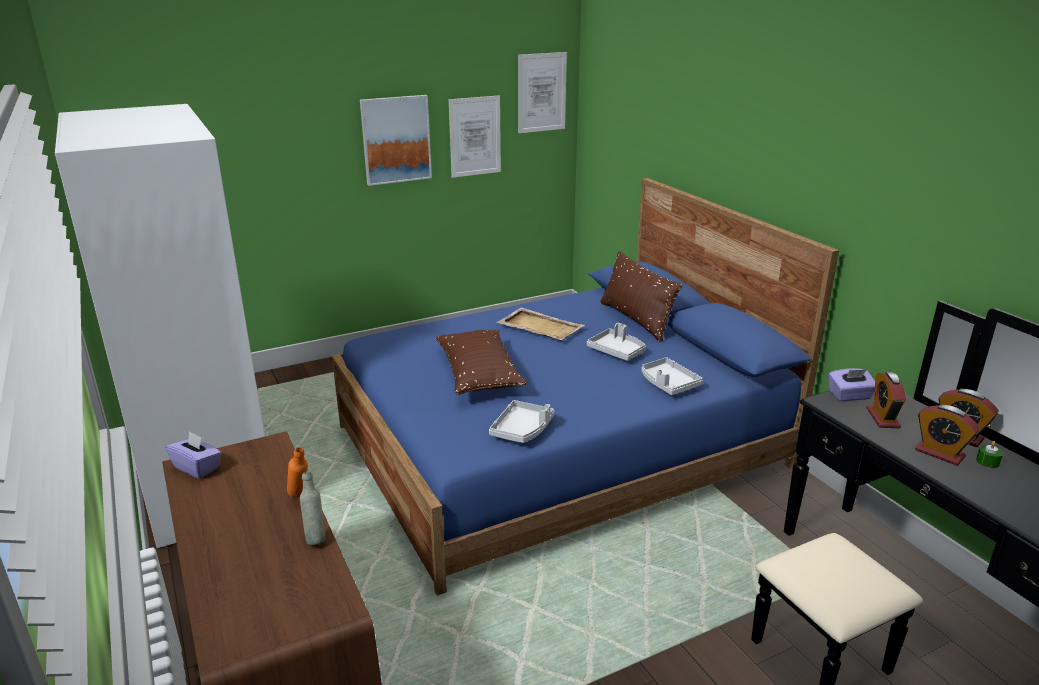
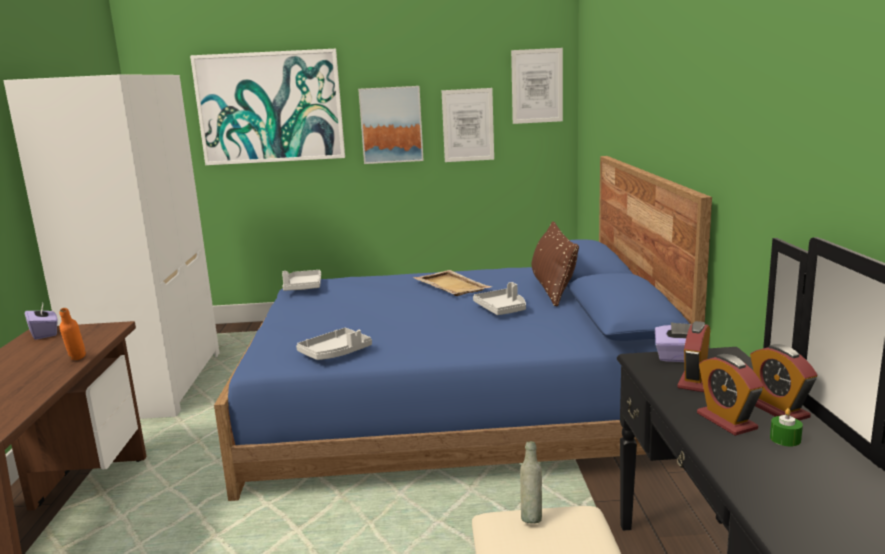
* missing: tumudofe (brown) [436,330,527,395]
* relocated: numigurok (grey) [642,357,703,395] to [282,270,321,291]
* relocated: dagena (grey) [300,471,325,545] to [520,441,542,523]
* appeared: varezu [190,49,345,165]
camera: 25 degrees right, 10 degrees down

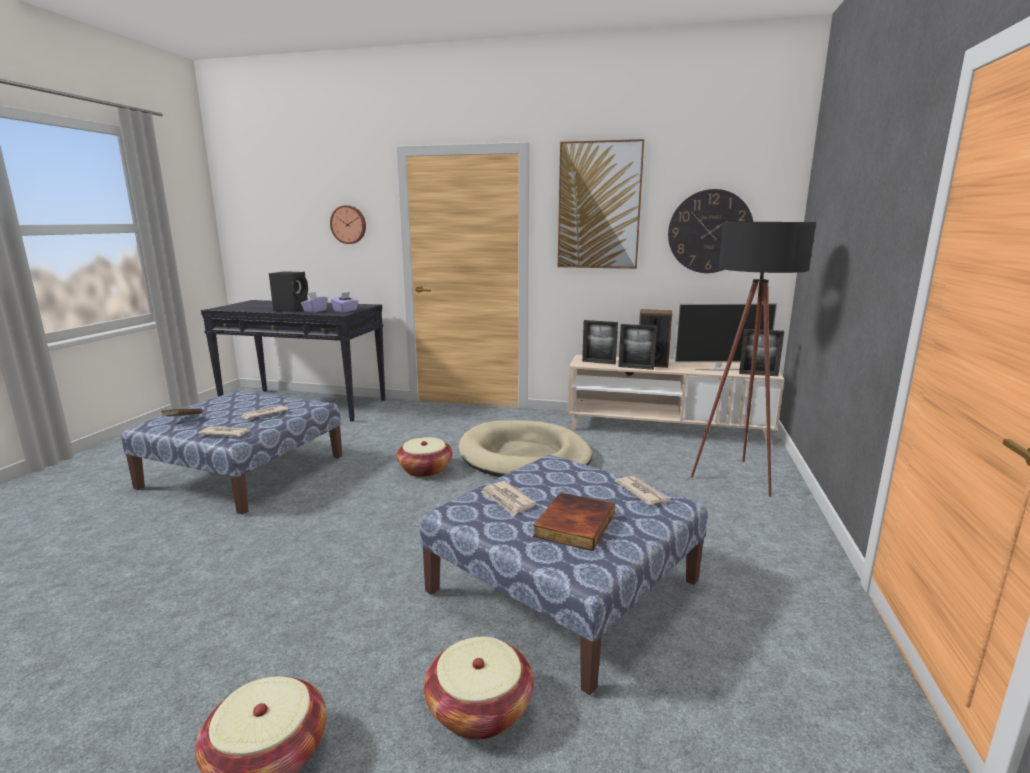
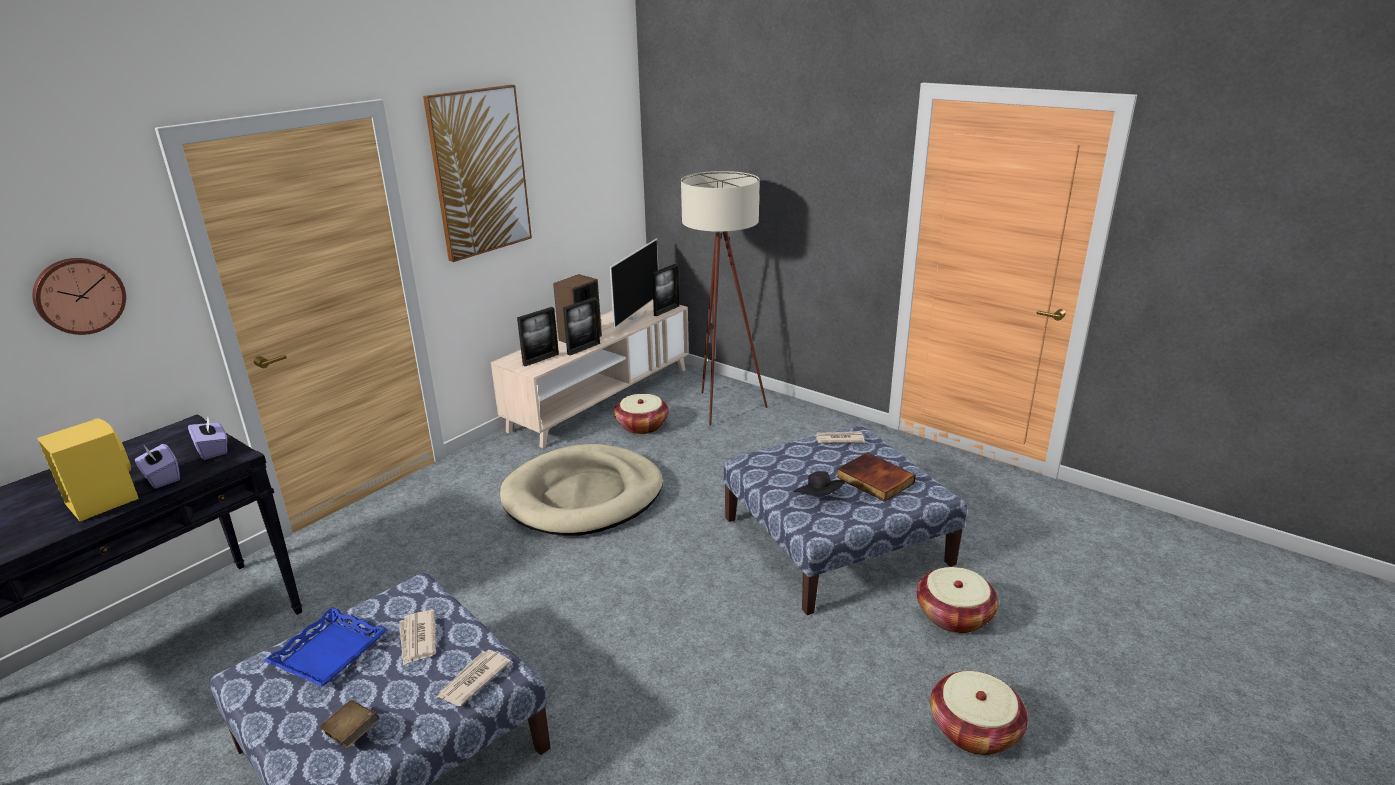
* missing: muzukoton [668,189,753,273]
* colour: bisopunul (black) [691,222,816,497] to bisopunul (beige) [681,171,768,426]
* colour: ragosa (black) [269,271,308,312] to ragosa (yellow) [37,418,139,521]
* relocated: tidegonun [396,437,452,477] to [614,394,669,434]
* exchanged: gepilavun [481,481,536,516] to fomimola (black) [793,471,845,495]
* appeared: numigurok (blue) [263,607,387,687]
camera: 65 degrees left, 10 degrees up

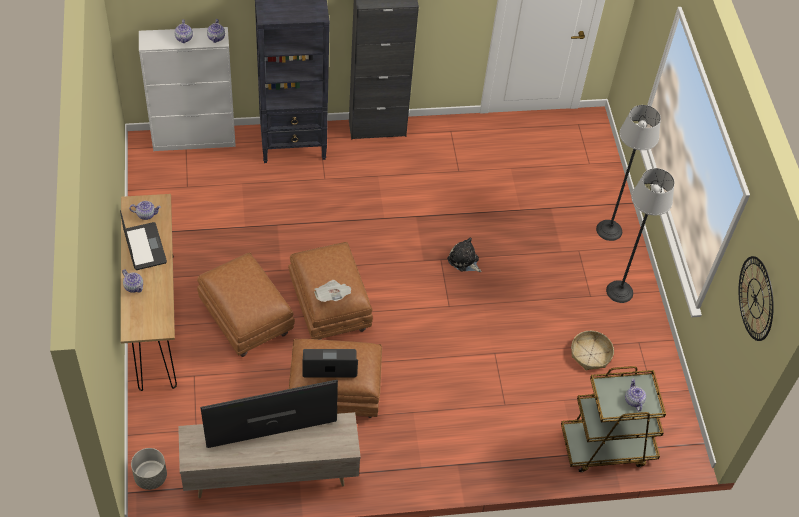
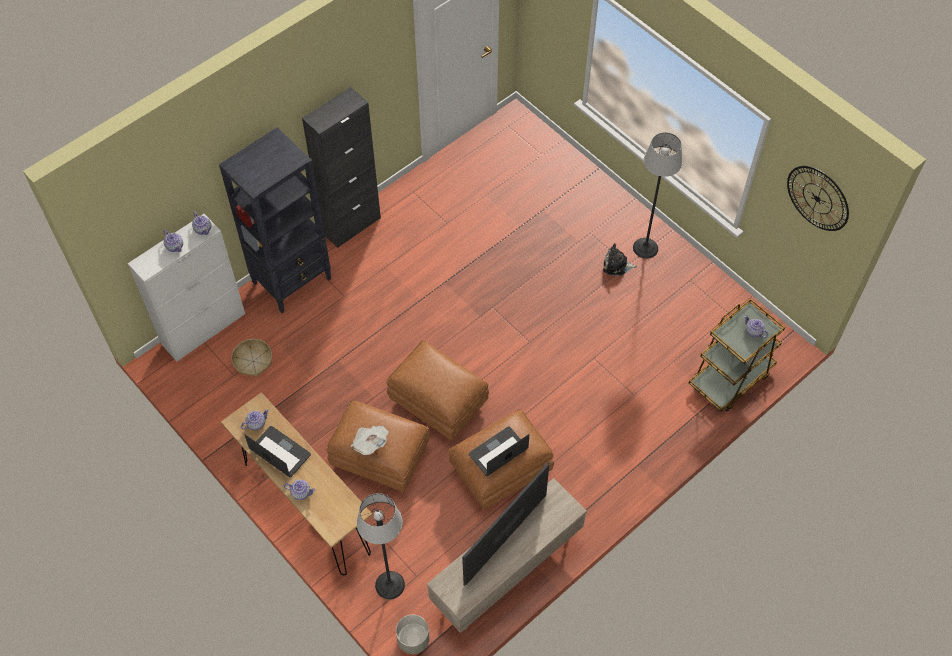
* relocated: bisopunul [596,105,661,241] to [357,493,405,599]
* relocated: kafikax [447,237,482,272] to [603,243,637,276]
* relocated: gepilavun [314,280,351,302] to [351,426,389,455]
* relocated: tidegonun [571,331,614,370] to [231,339,272,377]
camera: 30 degrees left, 5 degrees up

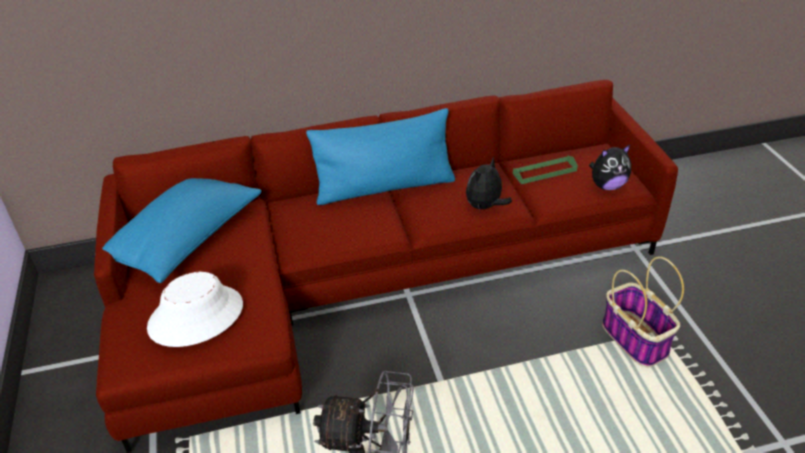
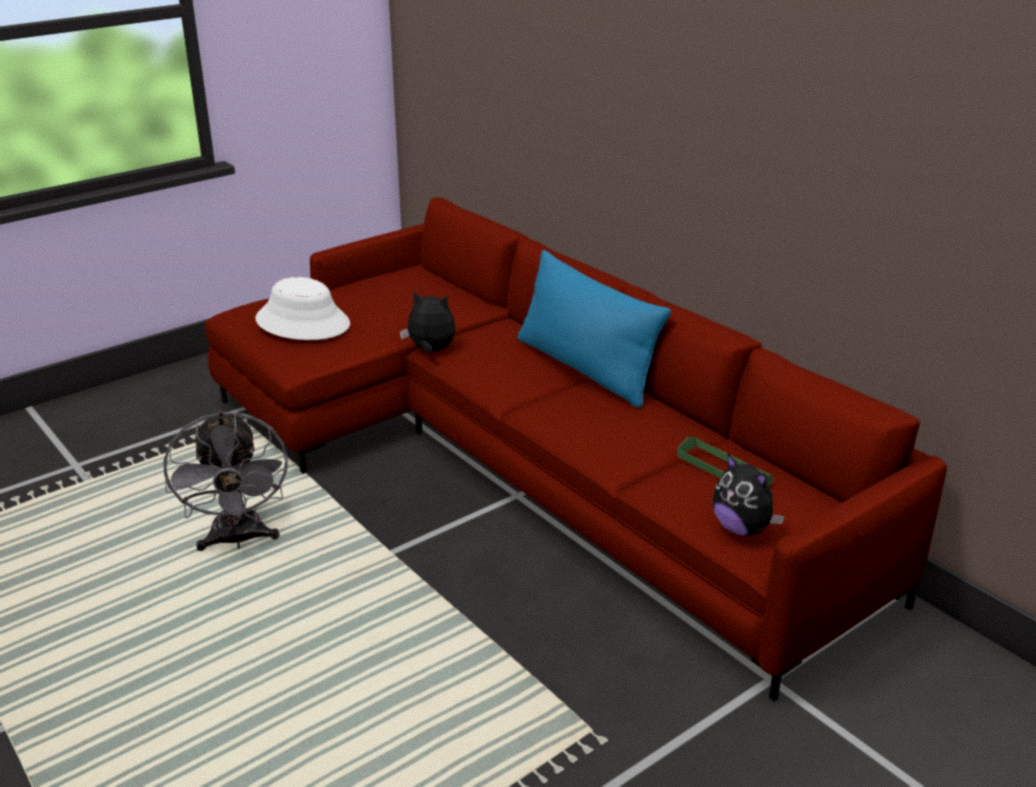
* relocated: kafikax [466,157,512,210] to [399,291,455,353]
* missing: tumudofe (blue) [102,178,262,283]
* missing: tidegonun [602,256,684,367]
camera: 65 degrees right, 10 degrees down

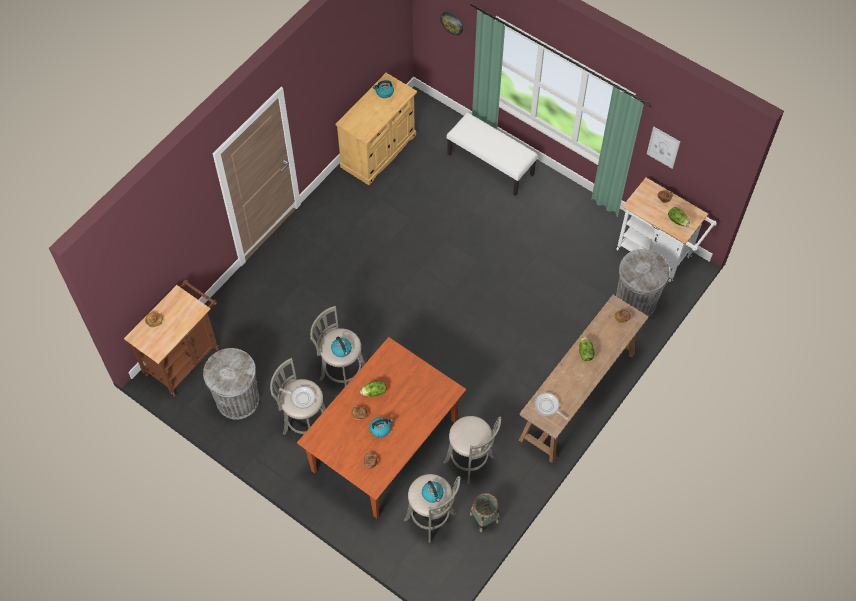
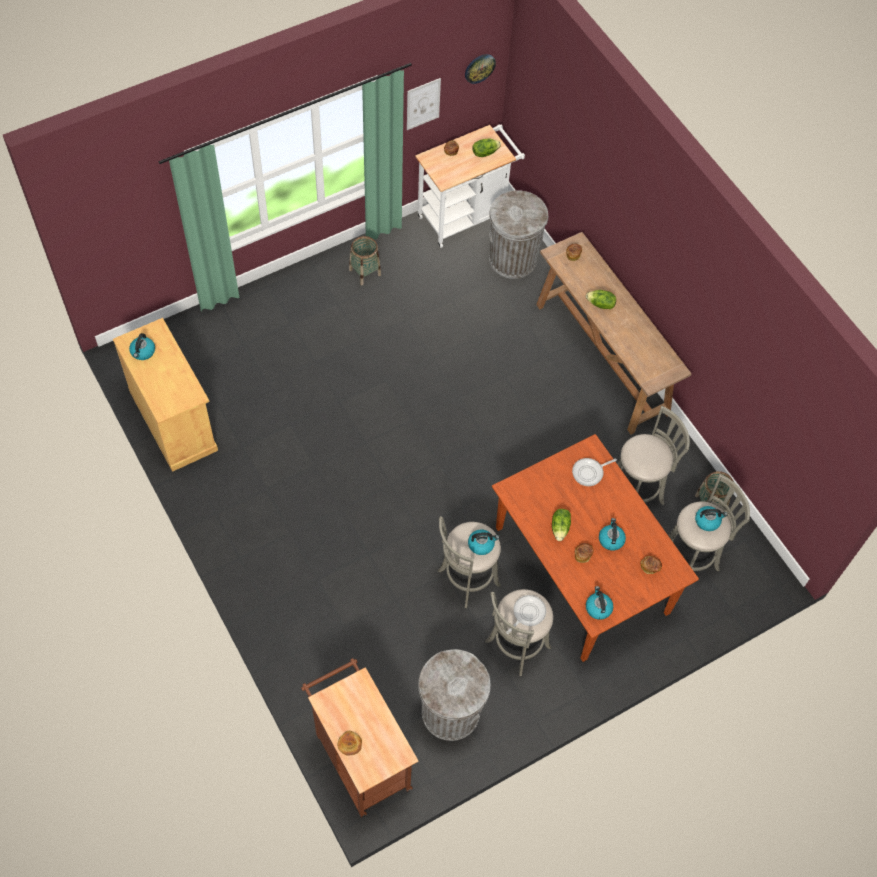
* relocated: muzukoton [440,12,463,35] to [465,54,496,84]
* missing: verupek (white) [446,113,538,196]
* relocated: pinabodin [534,392,568,420] to [572,458,617,486]
* appeared: tidegonun [349,236,381,285]
* appeared: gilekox [586,586,613,620]
camera: 70 degrees left, 0 degrees up

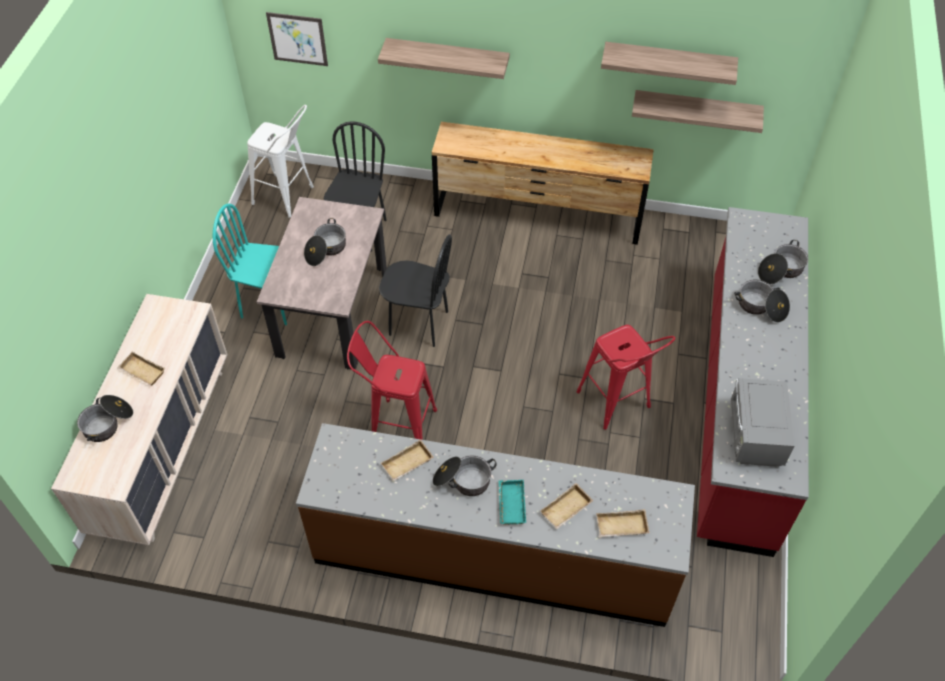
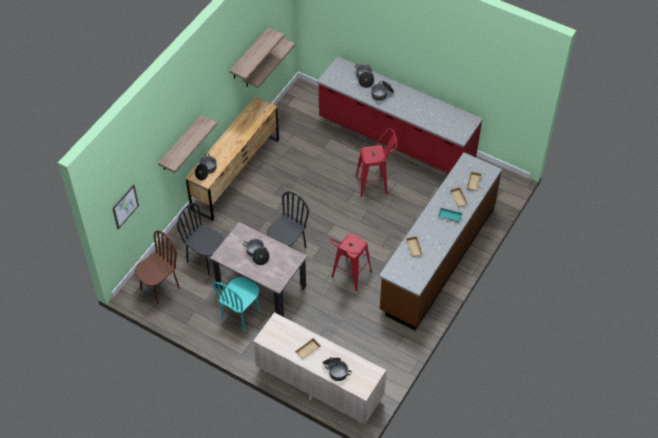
* exchanged: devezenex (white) [247,105,314,218] to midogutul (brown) [135,230,179,304]
* missing: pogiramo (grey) [730,378,794,467]
* relocated: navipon [432,455,497,496] to [195,153,217,181]
camera: 70 degrees left, 0 degrees up

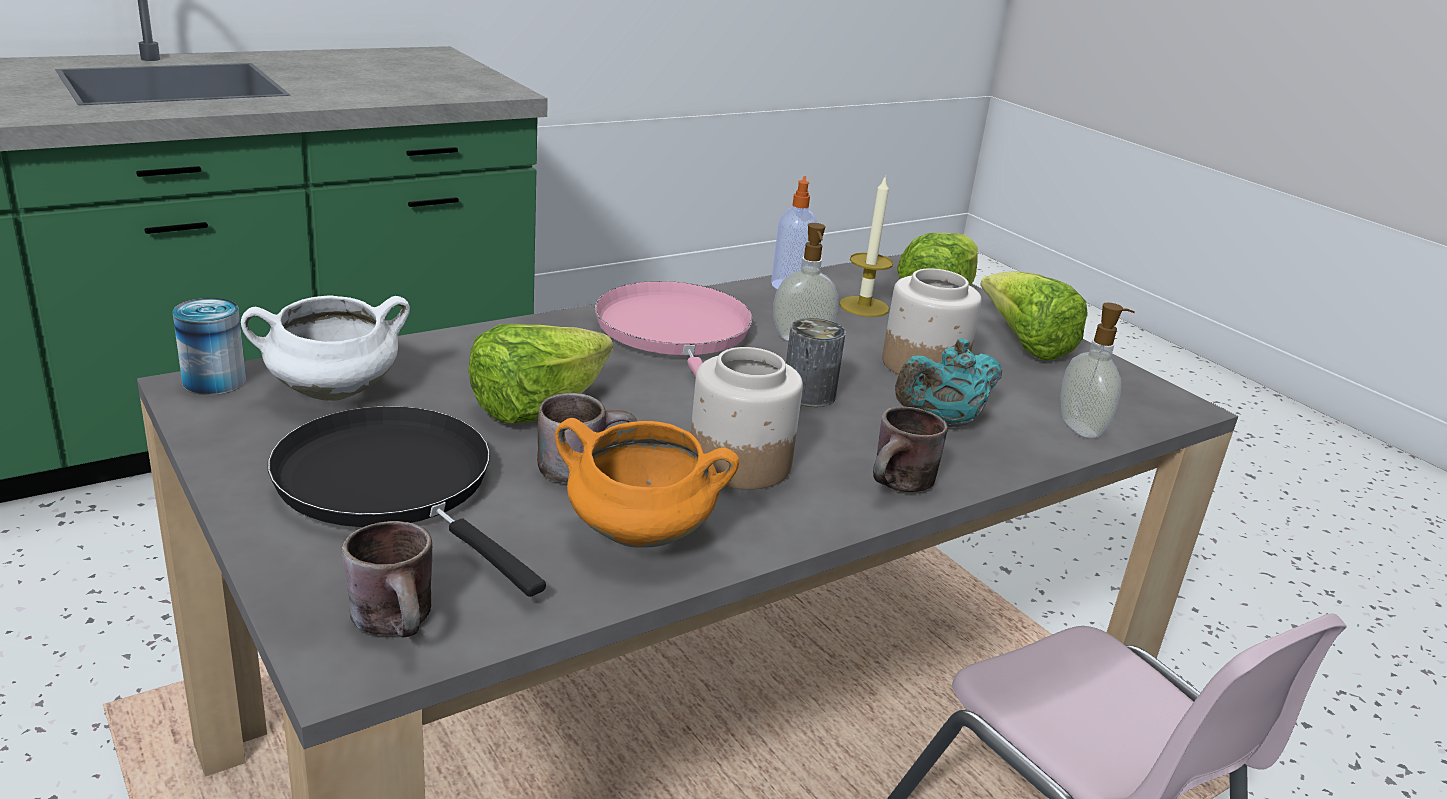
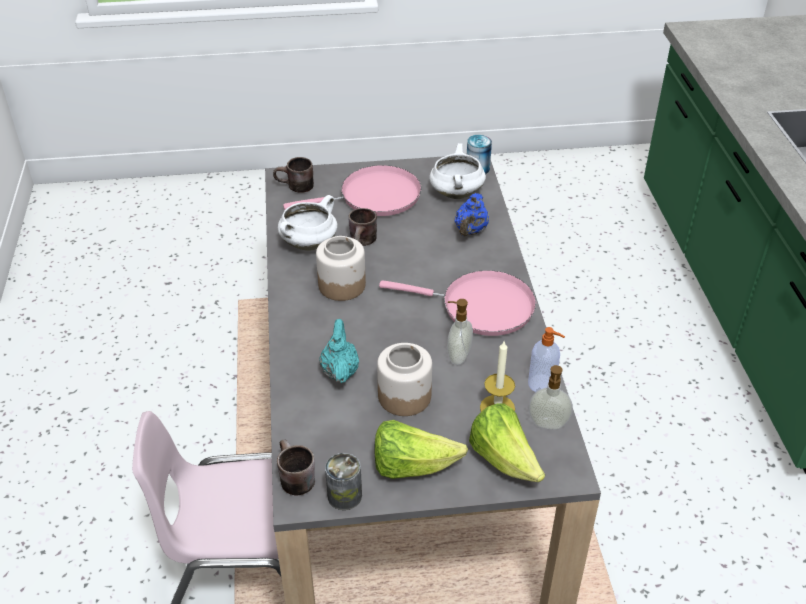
* relocated: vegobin [1060,303,1135,438] to [528,365,573,430]
* relocated: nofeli [786,318,846,407] to [325,453,362,510]
* missing: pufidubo [468,324,613,423]
* colour: pinabodin (black) [268,406,546,597] to pinabodin (pink) [283,165,421,216]
* relocated: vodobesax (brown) [873,407,948,492] to [277,440,315,495]
* colour: navipon (orange) [555,418,739,548] to navipon (white) [278,195,338,251]
* appeared: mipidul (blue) [455,193,489,236]
camera: 120 degrees right, 15 degrees up

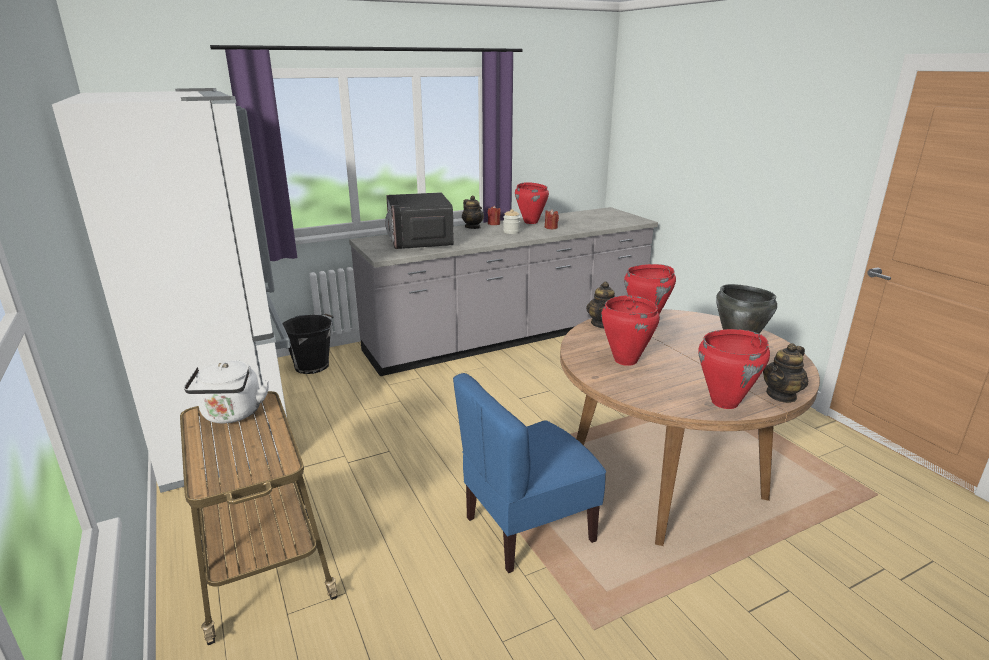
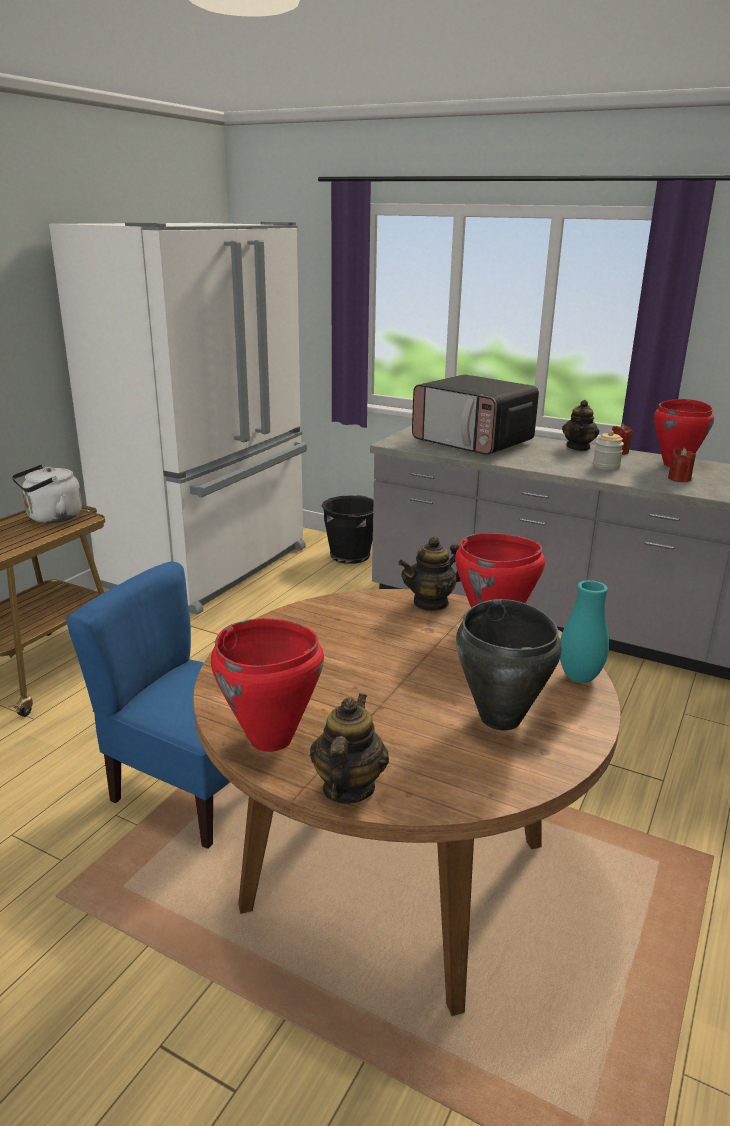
* spun: pogiramo [385,192,454,249] = [412,374,539,455] 90 degrees counterclockwise
* missing: navipon (red) [601,295,660,366]
* spun: mipidul [763,343,808,403] = [310,693,389,804] 90 degrees clockwise
* appeared: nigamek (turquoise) [560,580,609,683]
camera: 55 degrees right, 0 degrees up

